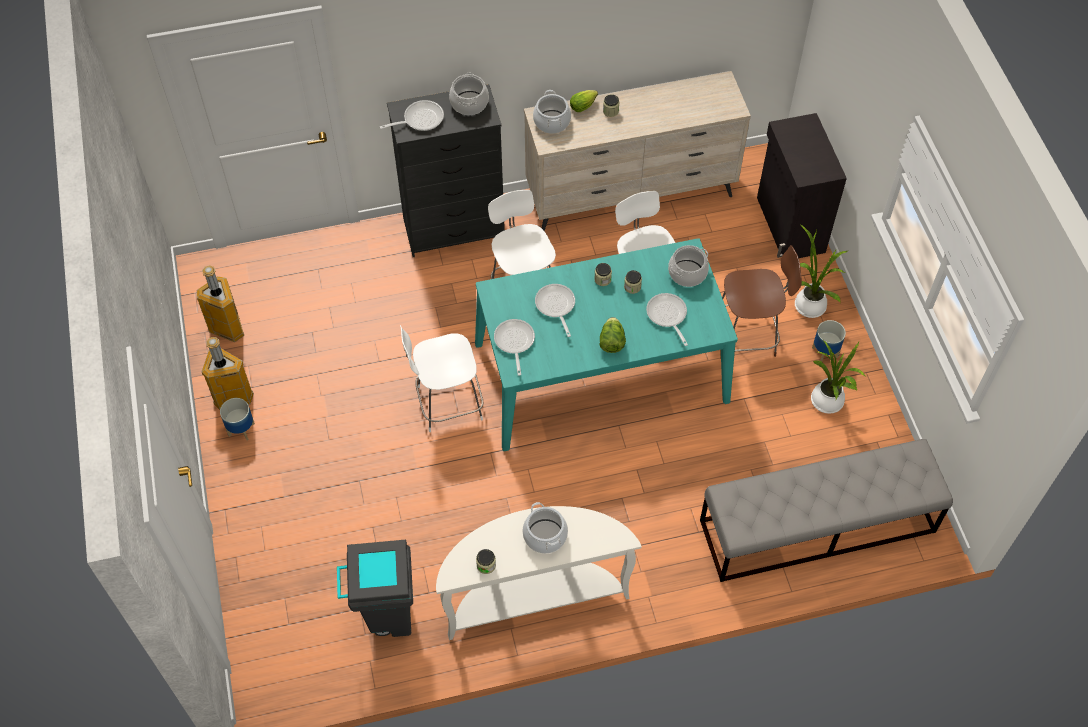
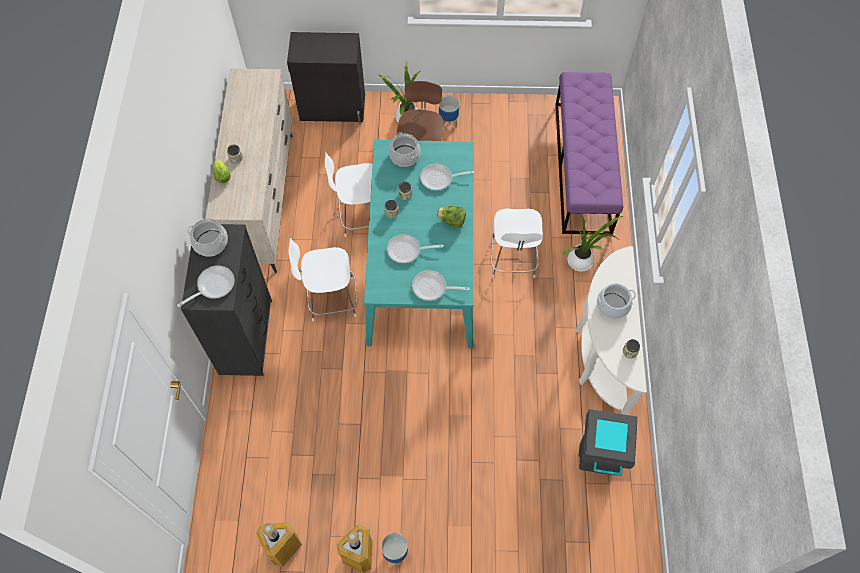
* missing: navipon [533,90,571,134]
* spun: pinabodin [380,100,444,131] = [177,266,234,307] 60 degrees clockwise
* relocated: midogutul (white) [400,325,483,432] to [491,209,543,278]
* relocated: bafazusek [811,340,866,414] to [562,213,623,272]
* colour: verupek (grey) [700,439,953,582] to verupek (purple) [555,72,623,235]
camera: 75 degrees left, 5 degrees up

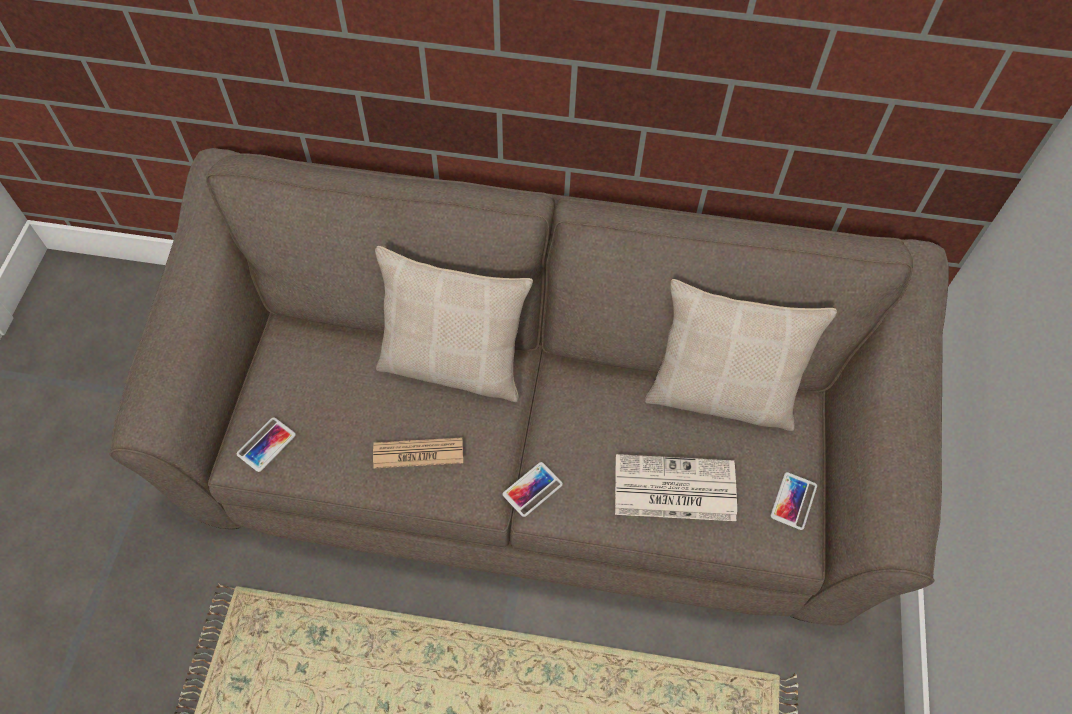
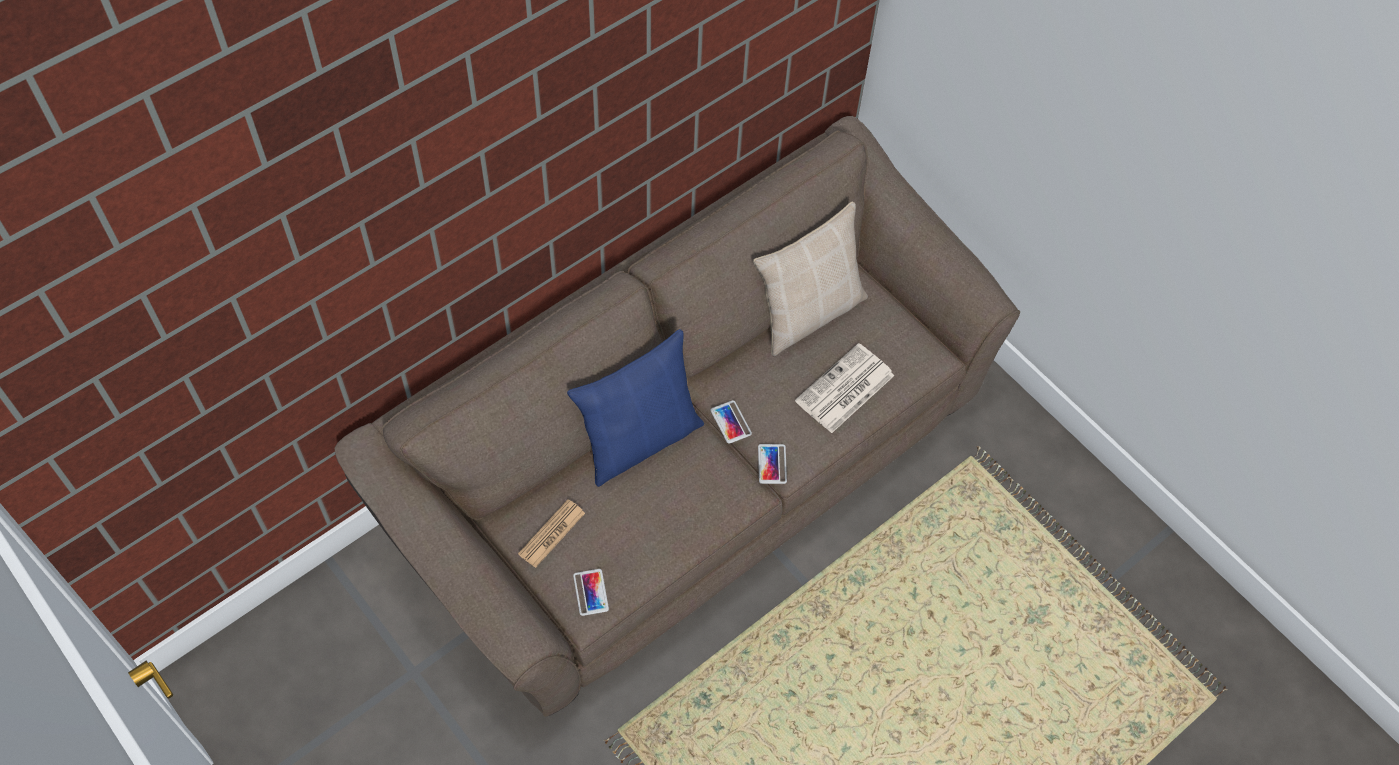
* colour: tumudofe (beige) [375,246,533,402] to tumudofe (blue) [567,329,704,487]
* relocated: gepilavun [373,438,463,468] to [518,499,585,568]
* relocated: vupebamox [771,472,817,530] to [711,400,752,444]
camera: 50 degrees left, 0 degrees up

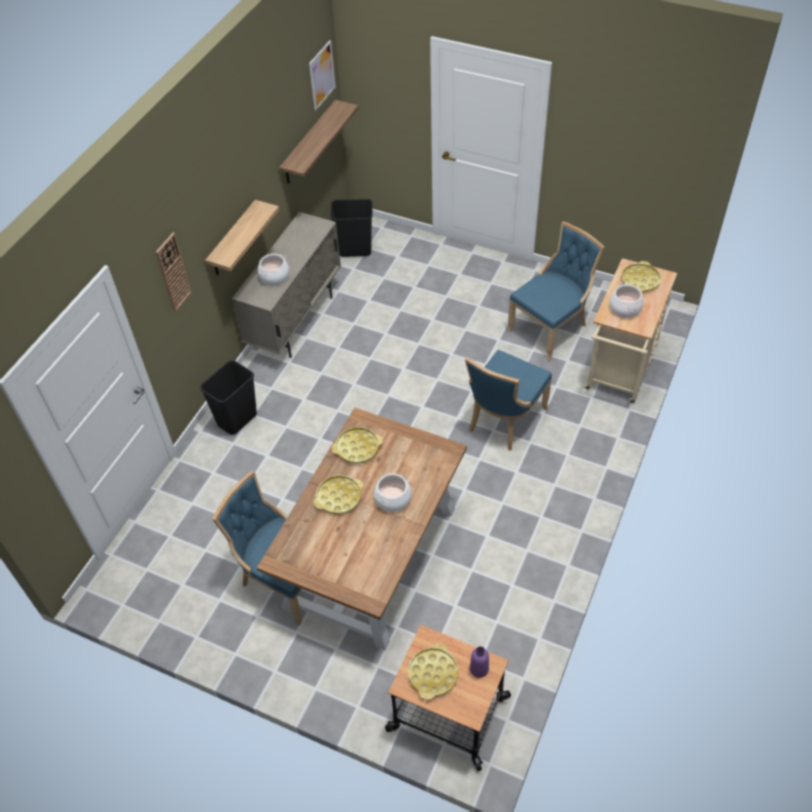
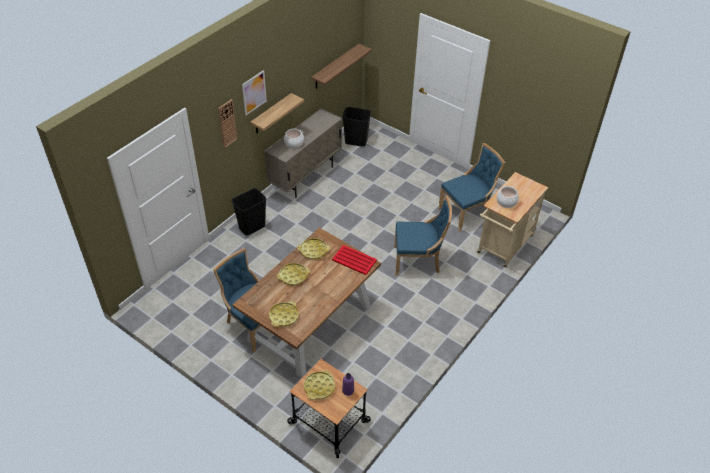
* relocated: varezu [309,40,336,110] to [242,70,267,115]
* relocated: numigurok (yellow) [621,261,661,292] to [269,301,299,327]
* spun: midogutul (blue) [465,350,552,451] = [394,196,452,276] 135 degrees counterclockwise
* missing: navipon [374,473,411,512]
* appeared: numigurok (red) [332,245,377,275]
camera: 10 degrees right, 5 degrees down

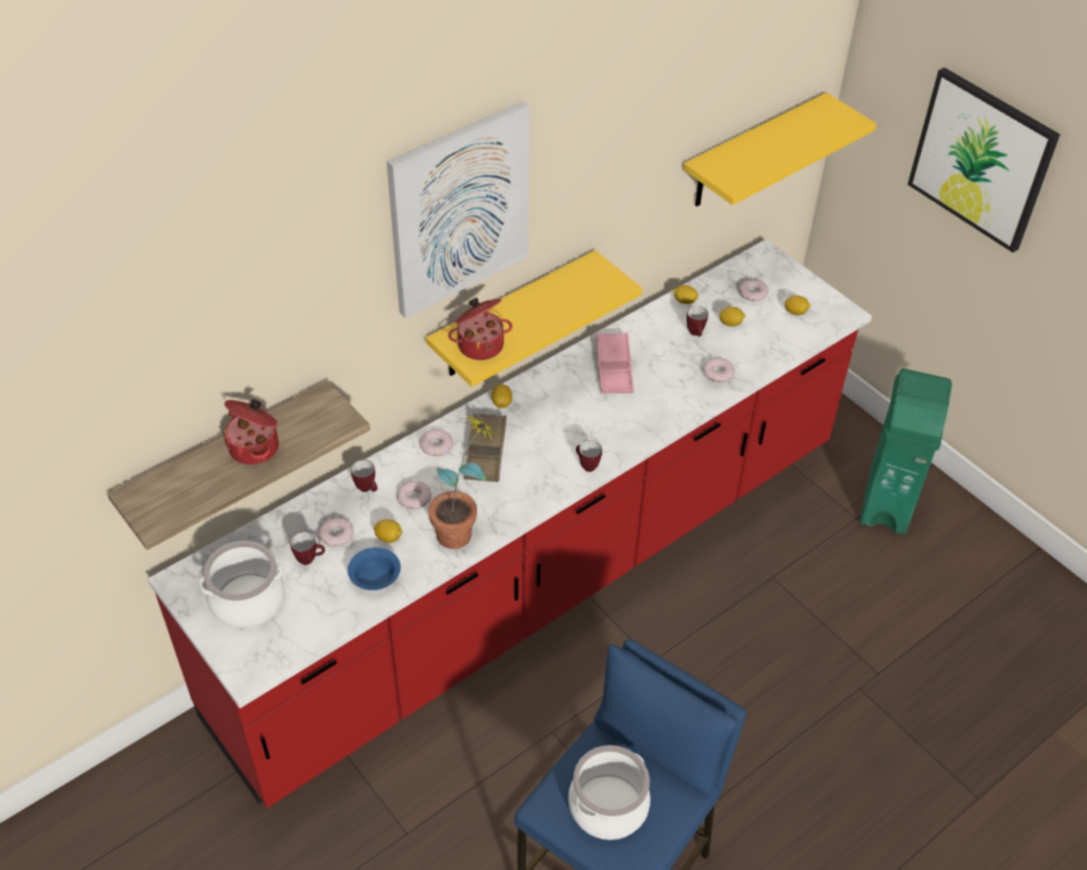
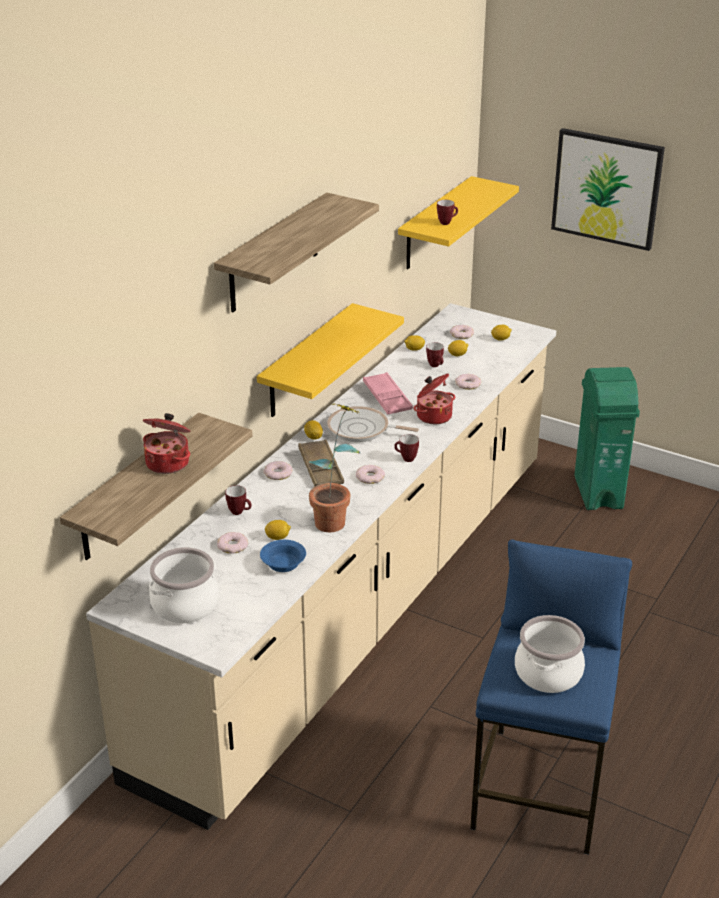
* exchanged: varezu [387,101,530,318] to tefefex [214,193,379,312]
* colour: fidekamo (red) [148,239,872,808] to fidekamo (beige) [86,303,556,830]
* relocated: navipon [448,298,512,360] to [414,374,456,424]
* relocated: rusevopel [397,481,432,509] to [356,465,385,484]
* relocated: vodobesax [290,532,325,565] to [437,200,458,225]
* appeared: pinabodin [327,406,419,442]
camera: 20 degrees left, 15 degrees down

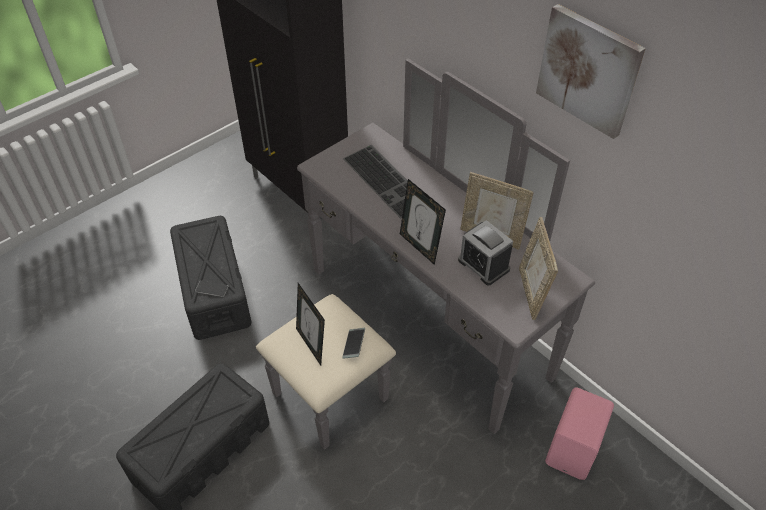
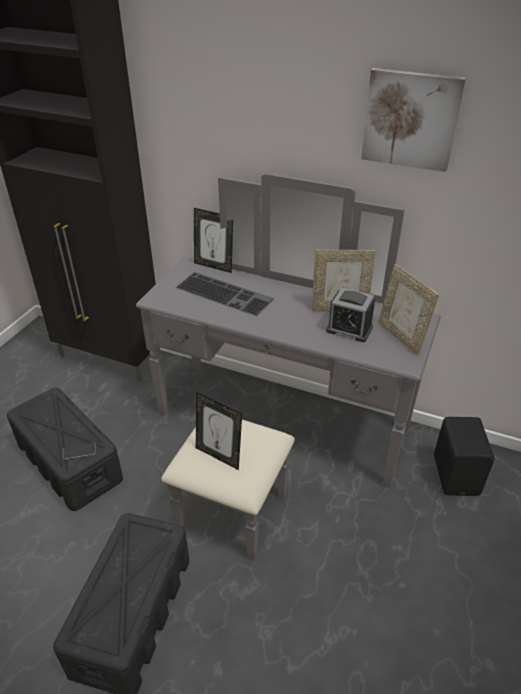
* relocated: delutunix [400,179,446,265] to [194,208,233,273]
* missing: vupebamox [342,328,365,359]
* colour: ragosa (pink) [545,387,614,480] to ragosa (black) [434,417,494,496]
camera: 25 degrees left, 10 degrees down

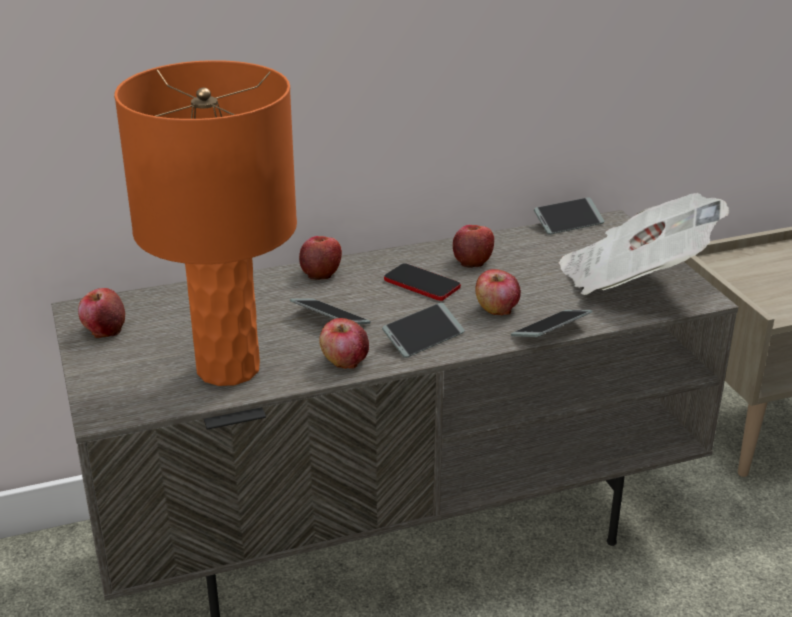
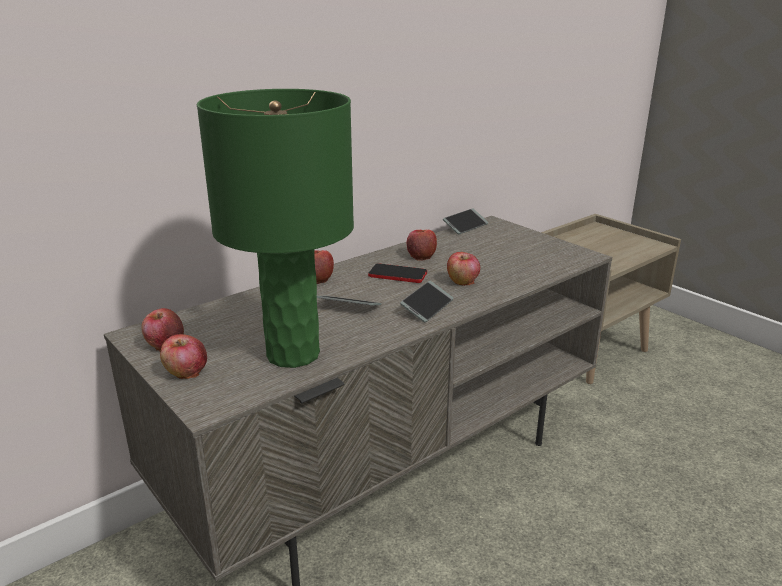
* colour: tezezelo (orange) [114,60,297,386] to tezezelo (green) [197,89,354,368]
* missing: gepilavun [559,193,729,295]
* missing: vupebamox [511,310,592,337]
* relocated: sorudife [319,318,369,369] to [160,334,207,379]
camera: 20 degrees left, 5 degrees down

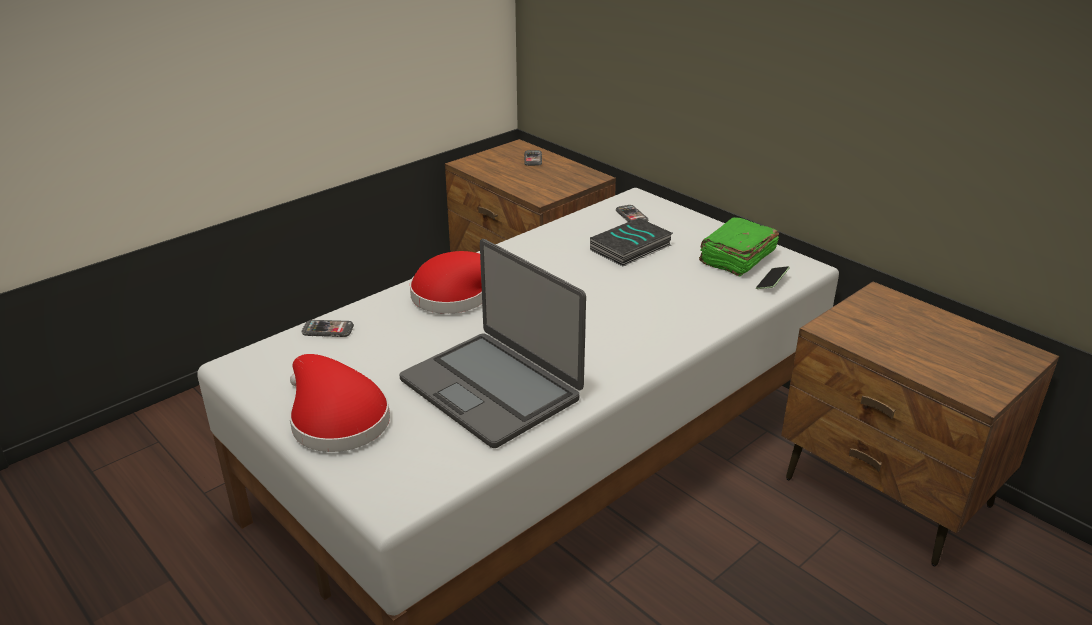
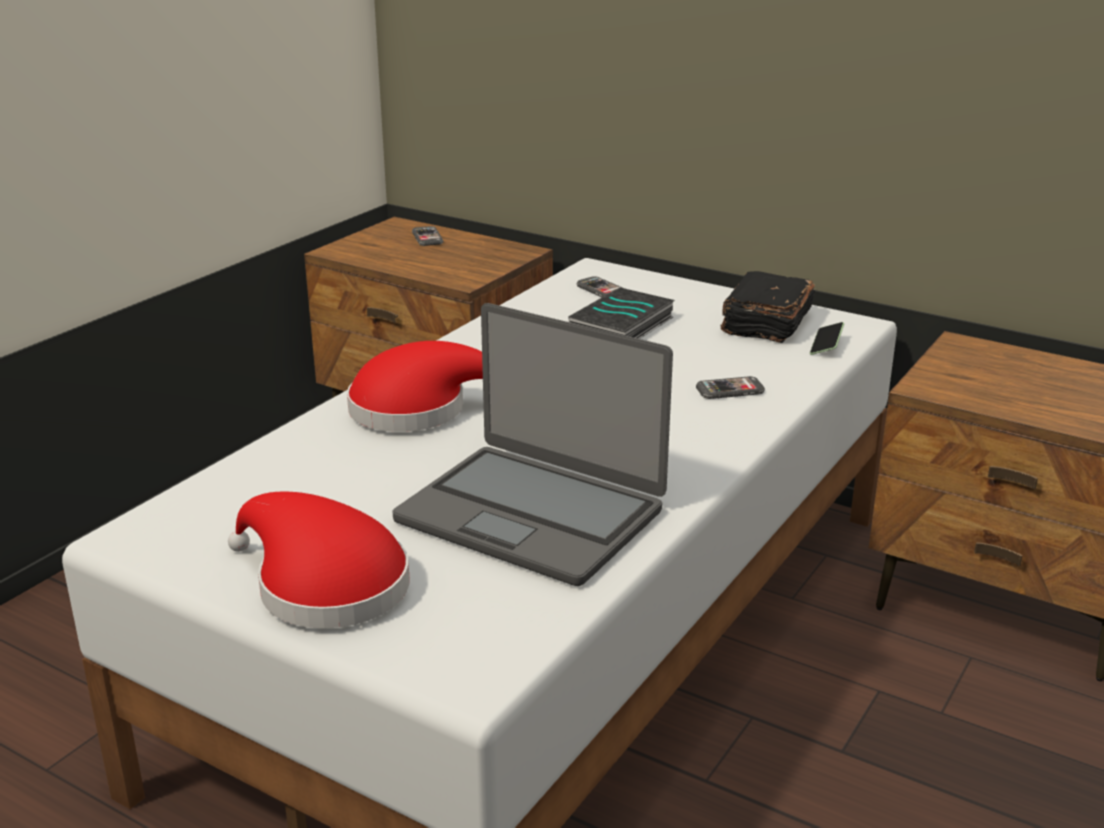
* colour: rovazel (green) [699,217,779,276] to rovazel (black) [720,271,815,343]
* relocated: vupebamox [302,320,354,337] to [696,376,765,399]
camera: 15 degrees left, 5 degrees down

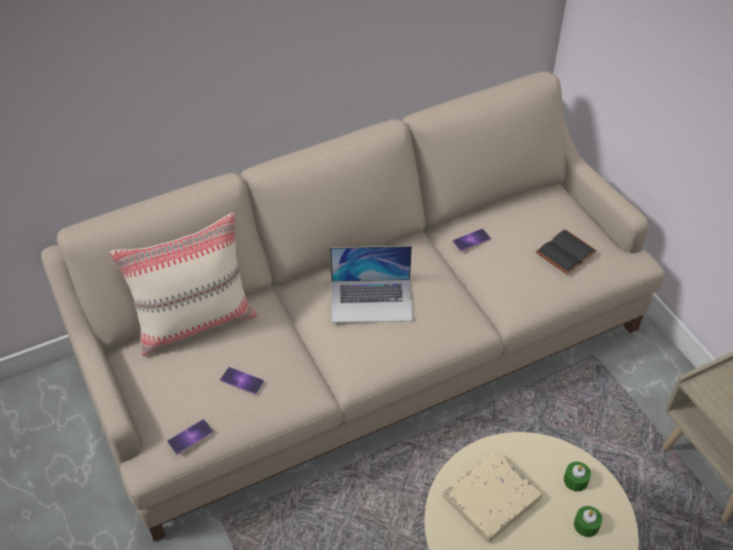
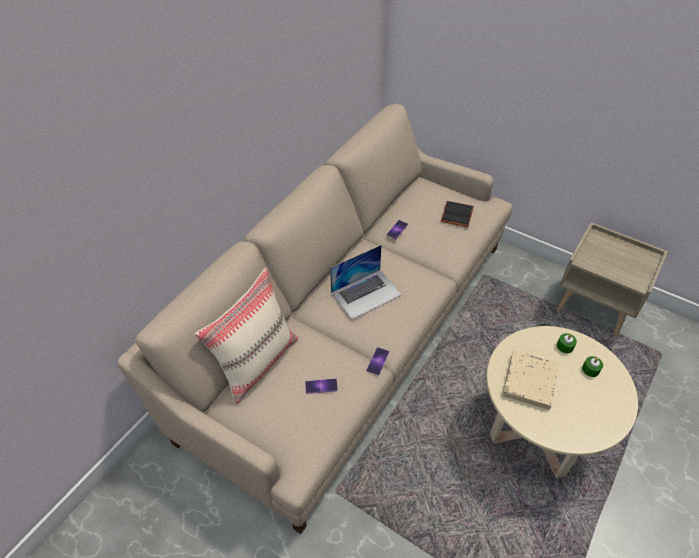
* relocated: vupebamox [167,419,213,454] to [367,347,389,375]
camera: 30 degrees left, 0 degrees up

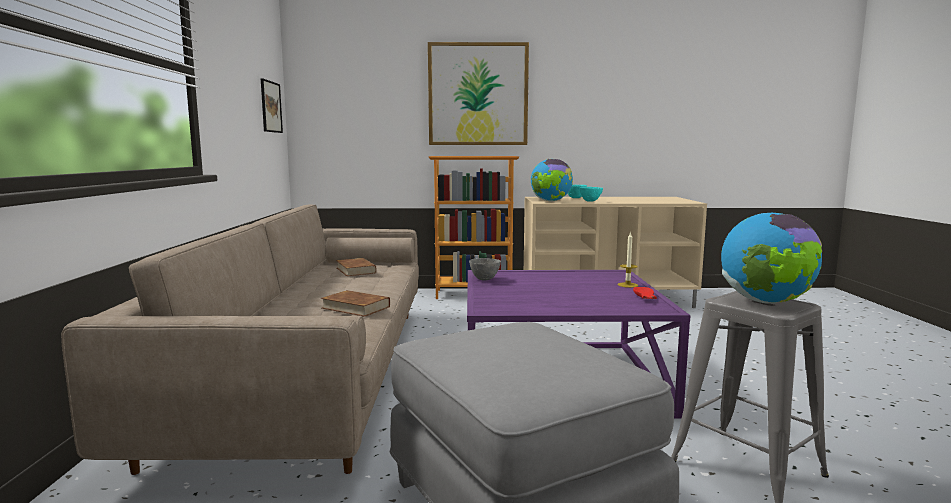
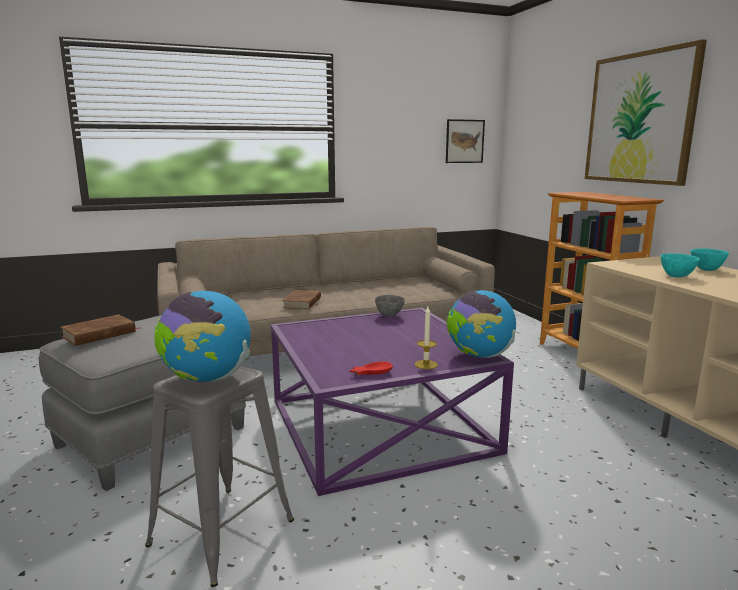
* relocated: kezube [531,159,573,202] to [446,290,516,358]
* relocated: rovazel (brown) [336,258,376,276] to [60,314,141,346]
camera: 70 degrees right, 5 degrees up

